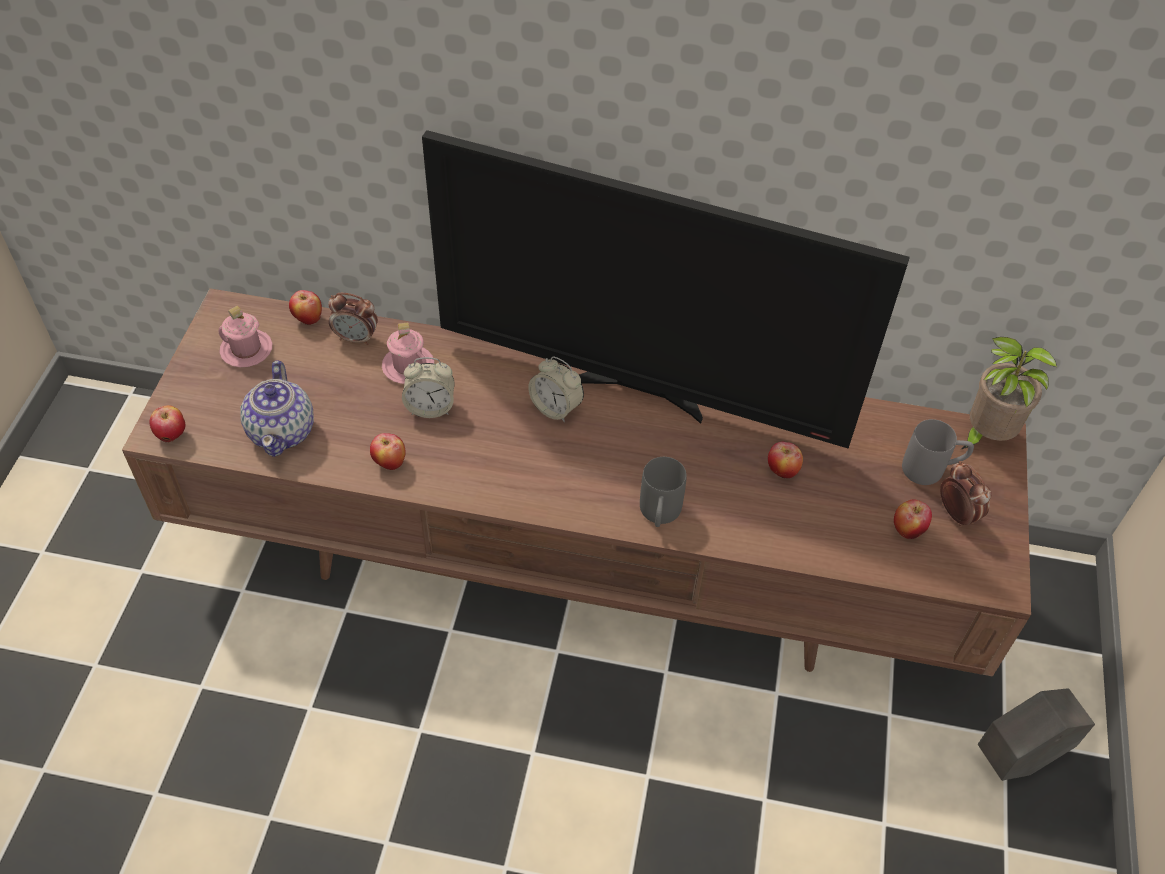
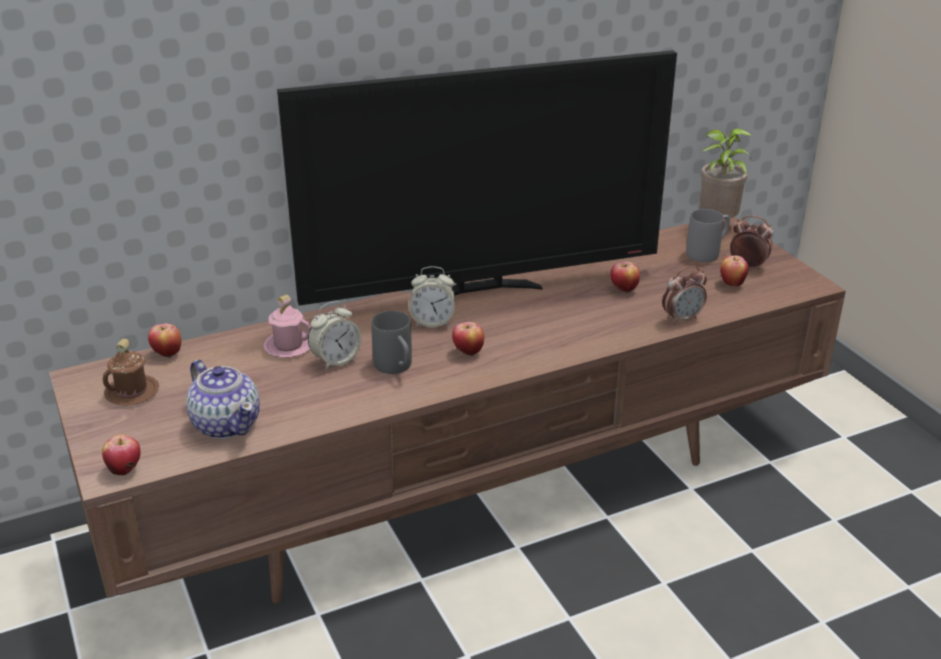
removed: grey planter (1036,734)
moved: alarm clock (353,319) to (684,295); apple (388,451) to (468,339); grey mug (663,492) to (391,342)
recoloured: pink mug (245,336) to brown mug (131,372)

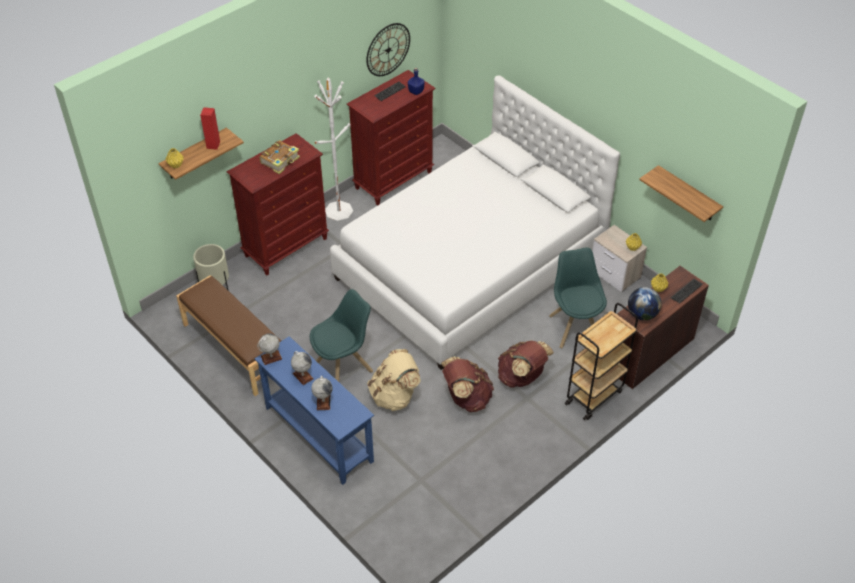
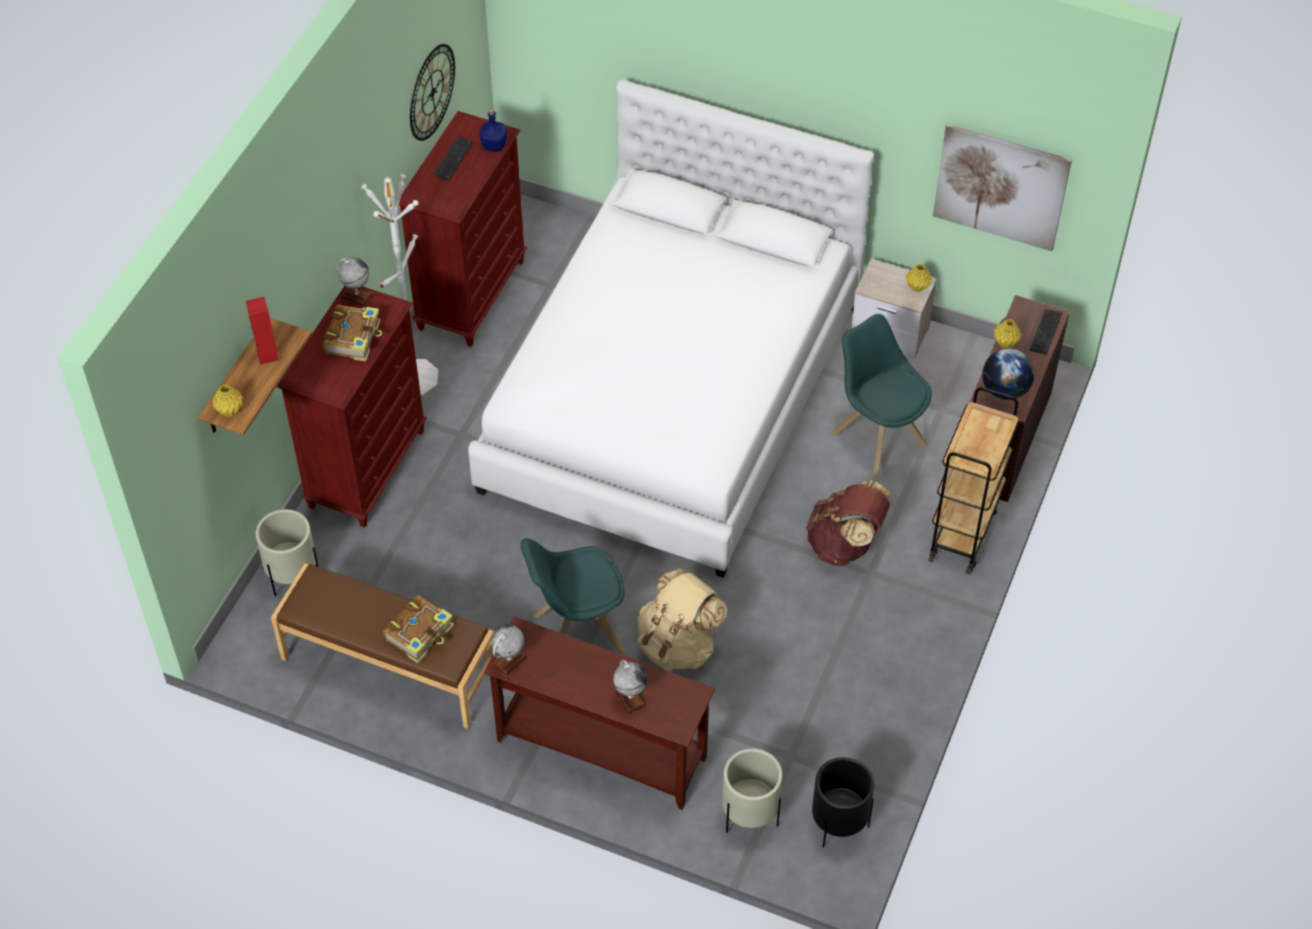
removed: brown backpack (467,384)
added: book (418,629); beige planter (752,790); black planter (843,802)
moved: globe (302,368) to (355,282)
replaced: shelf (681,193) to picture (1002,187)
recoloured: blue console table (314,410) to brown console table (599,713)
turned: turquoise chair (341,335) = (572,596) 135 degrees counterclockwise

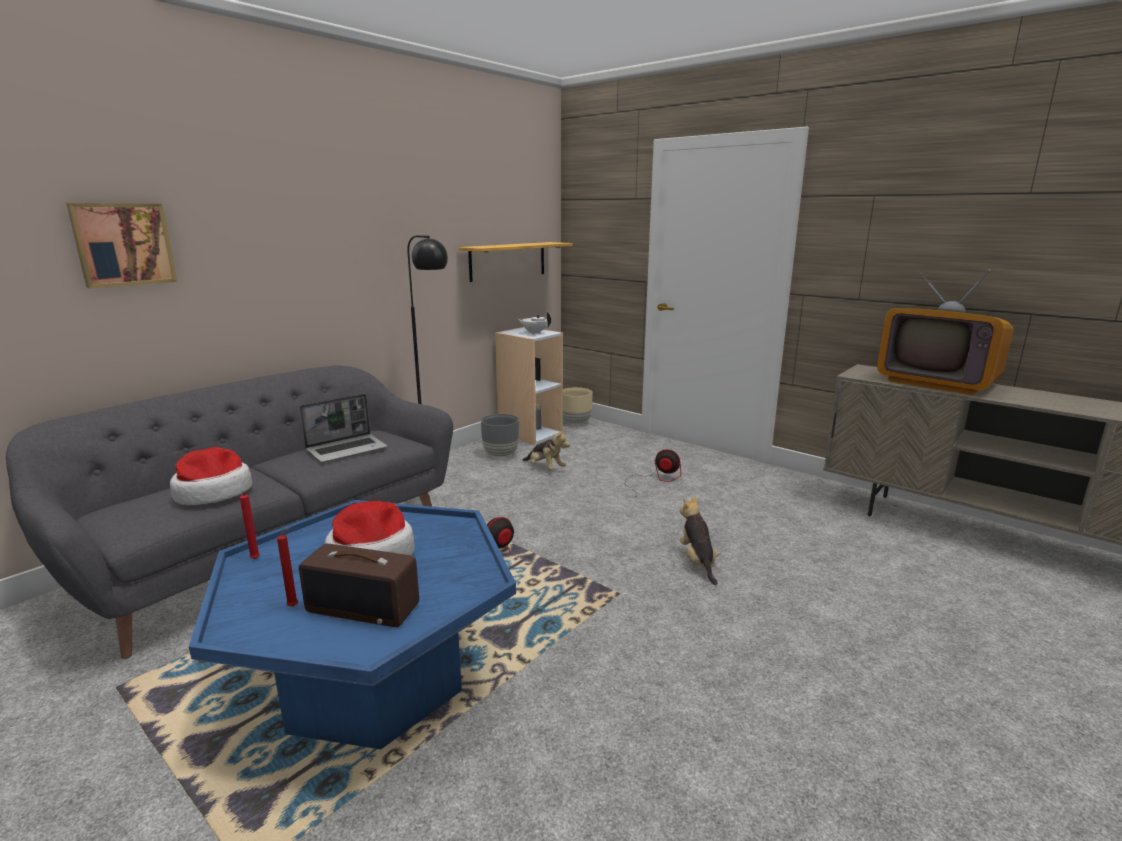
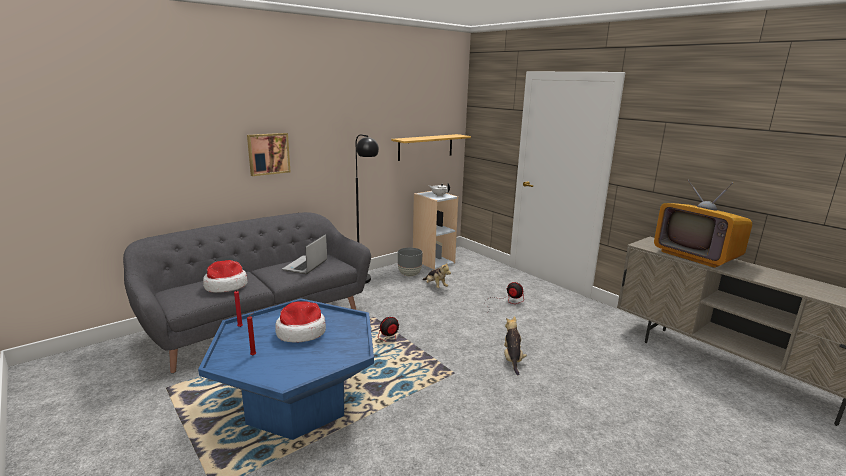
removed: radio (359,585); beige planter (578,406)
moved: picture (121,245) to (269,154)
turned: laptop (344,428) = (304,254) 135 degrees clockwise

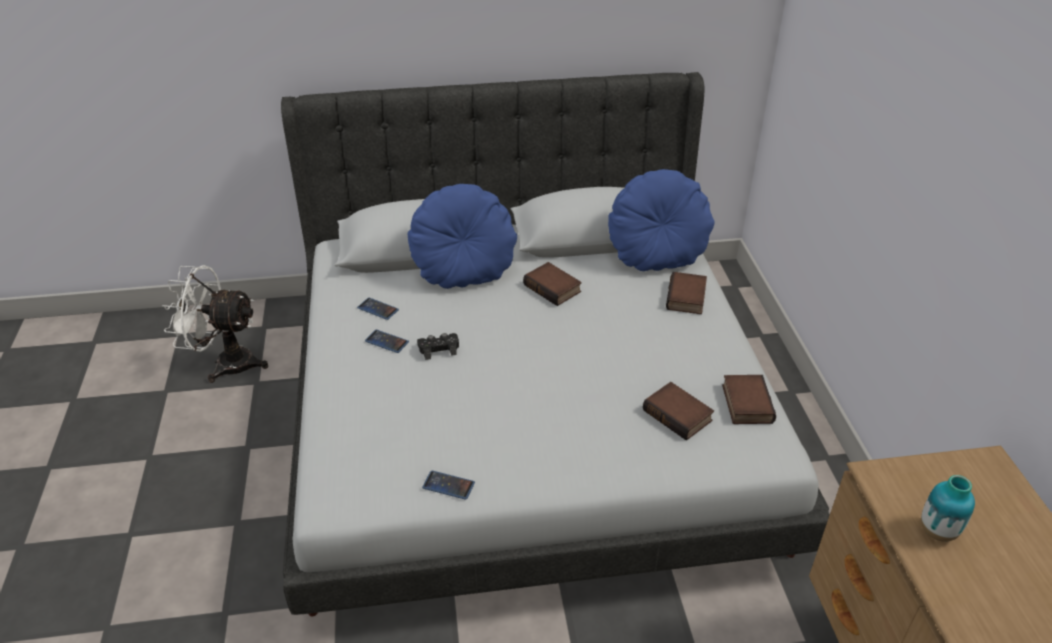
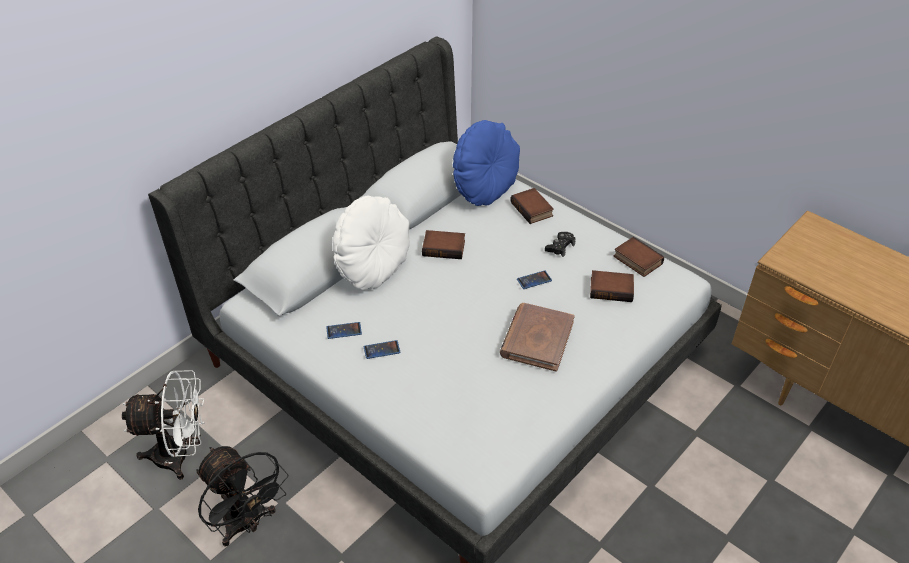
removed: vase (948,508)
added: black fan (242,496); brown book (537,337)
moved: black game controller (438,346) to (560,244); phone (448,485) to (534,279)
recoloured: blue pillow (462,236) to white pillow (371,243)
turned: white fan (215,324) = (163,425) 150 degrees counterclockwise

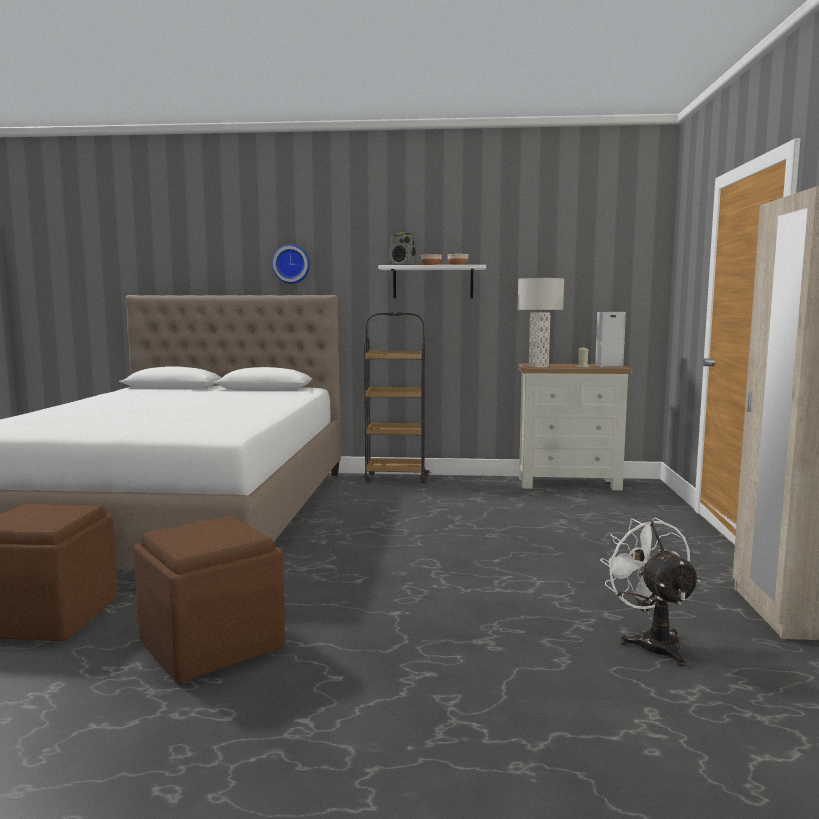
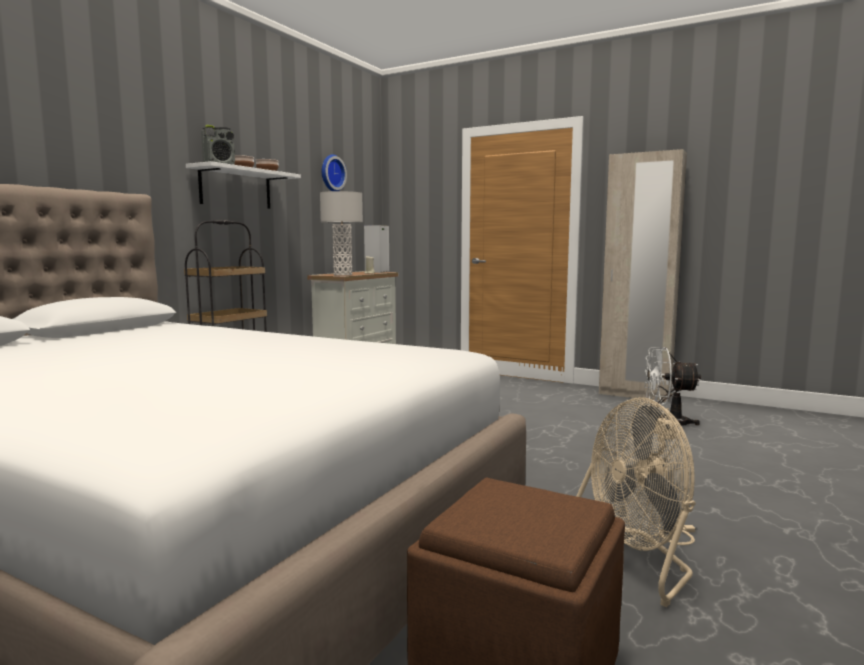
moved: wall clock (291,264) to (334,172)
replaced: brown ottoman (209,599) to beige fan (636,502)

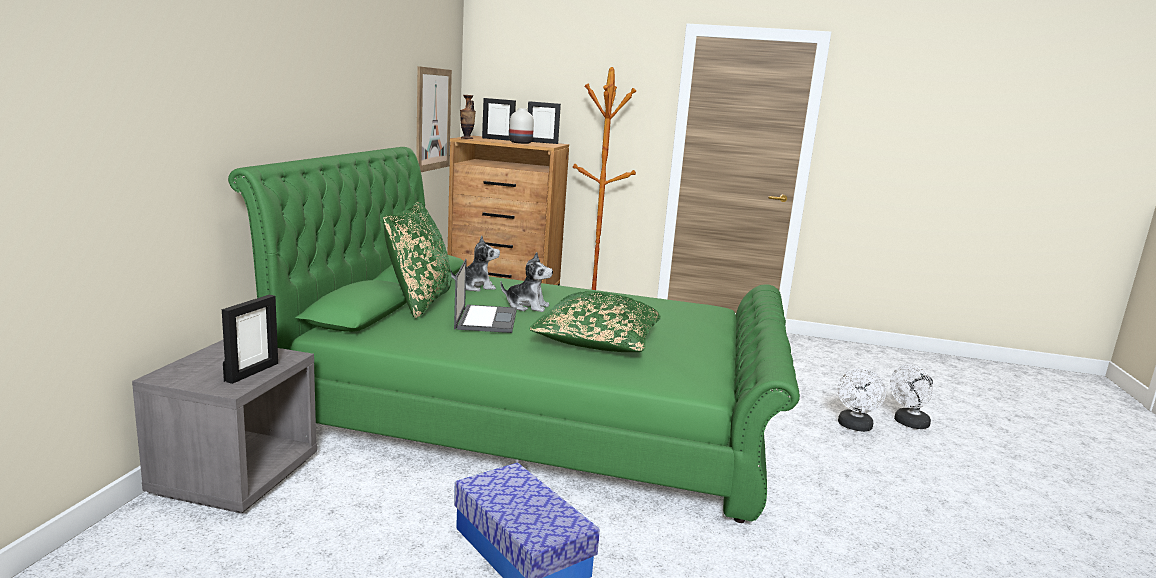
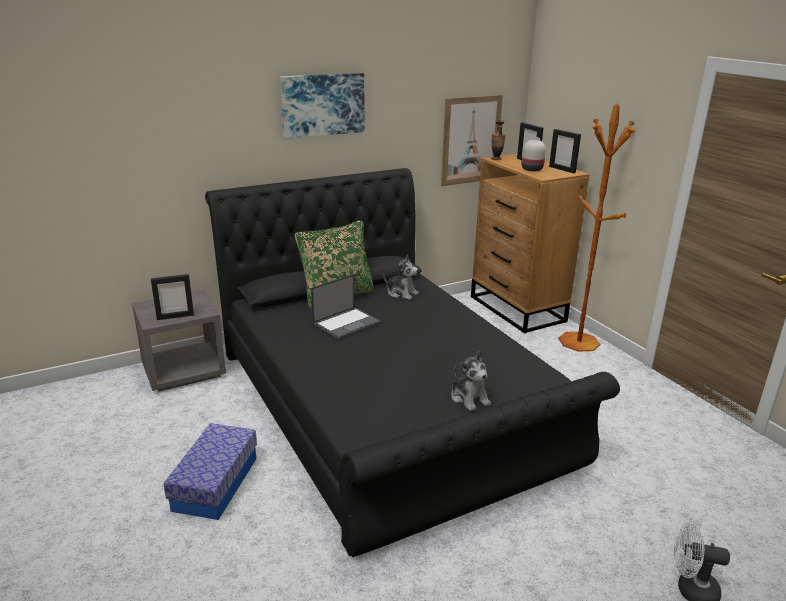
removed: green pillow (594,321); white fan (861,400)
added: picture (322,106)
moved: plush toy (526,282) to (471,381)
recoloured: green bed (514,335) to black bed (412,362)

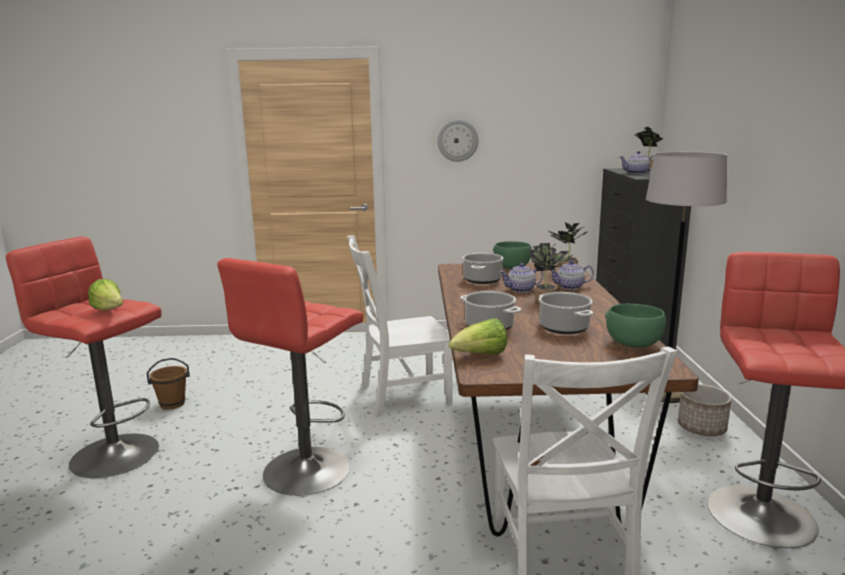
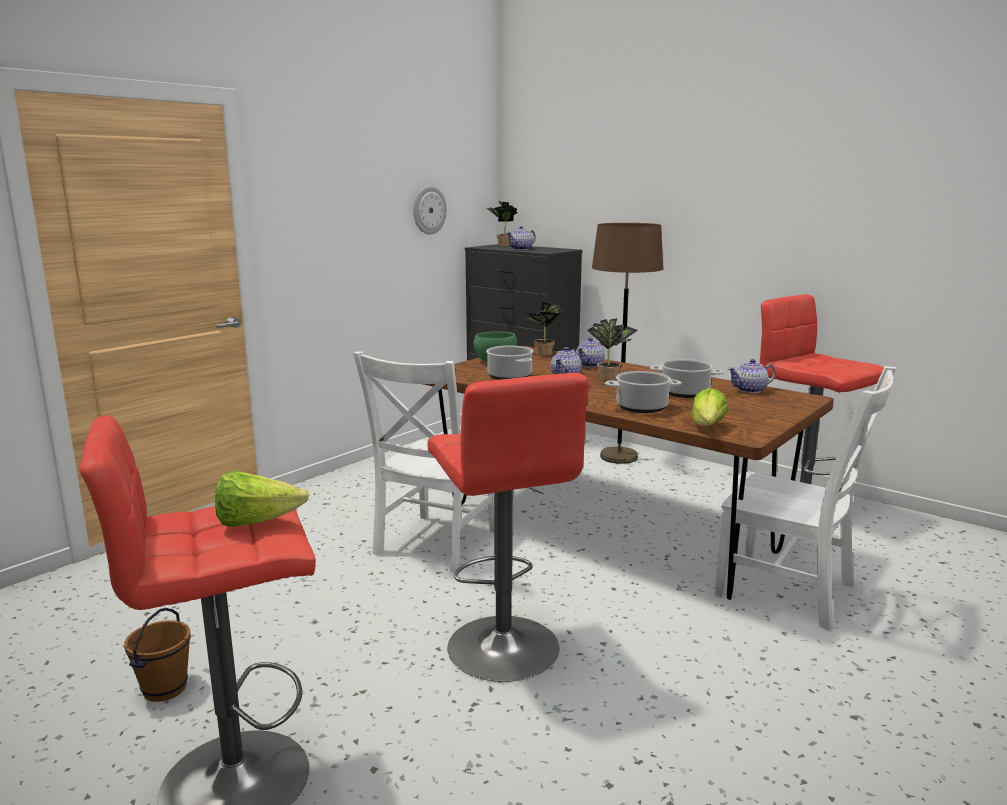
removed: planter (705,410)
moved: wall clock (457,141) to (430,210)
replaced: green bowl (635,326) to teapot (752,376)
recoloured: grey floor lamp (686,277) to brown floor lamp (627,343)

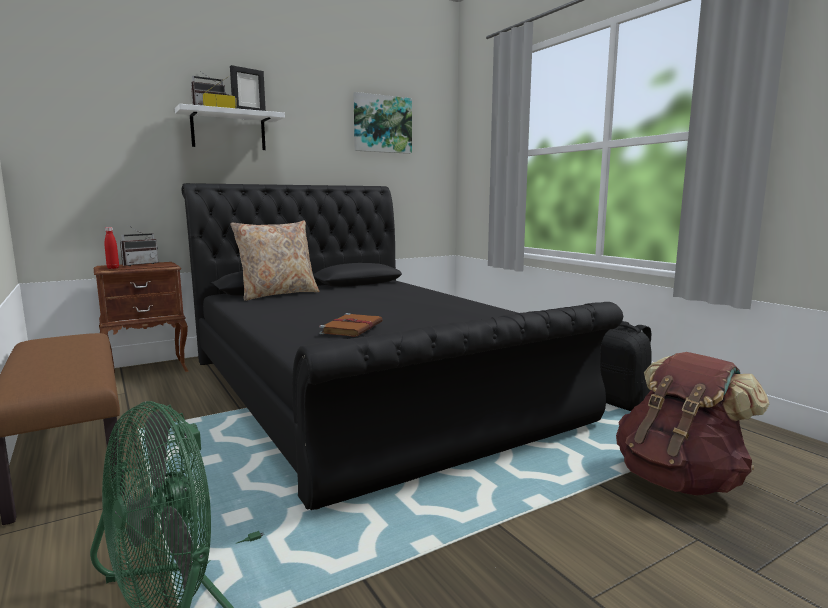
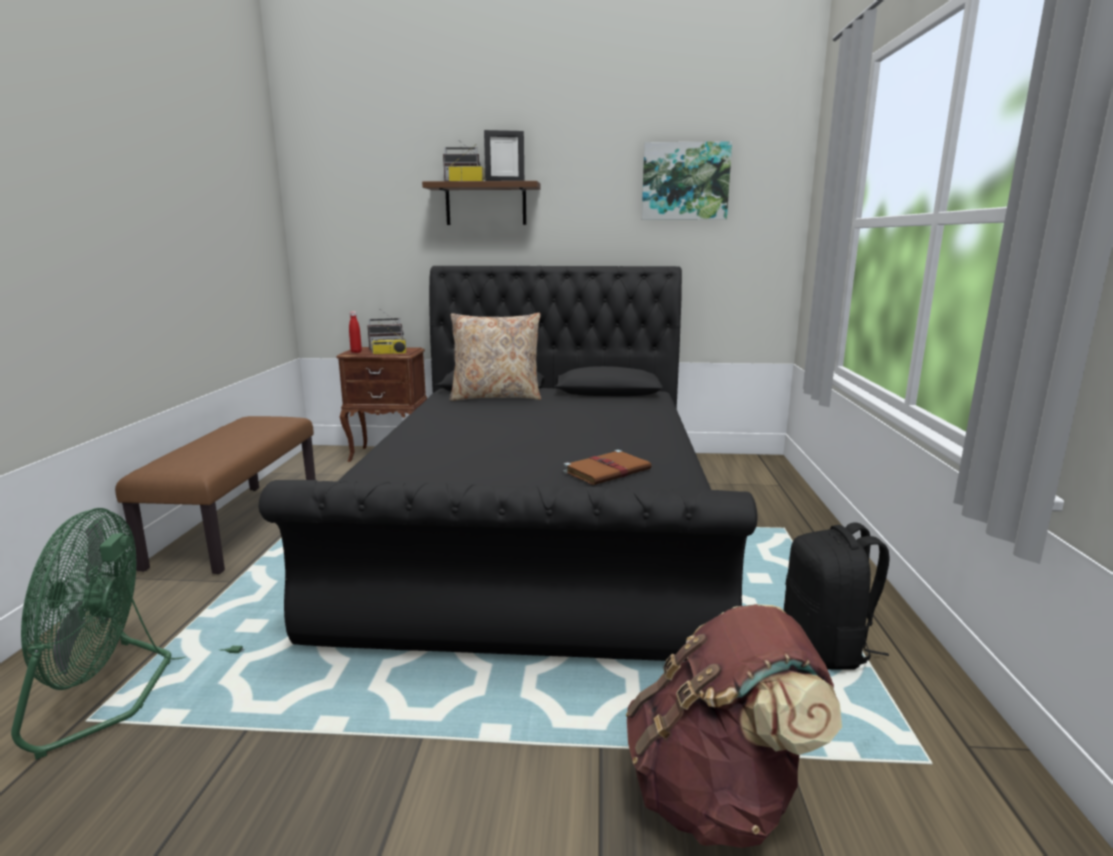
added: radio (388,337)
moved: brown book (351,325) to (607,467)
recoloured: white shelf (230,127) to brown shelf (481,203)

